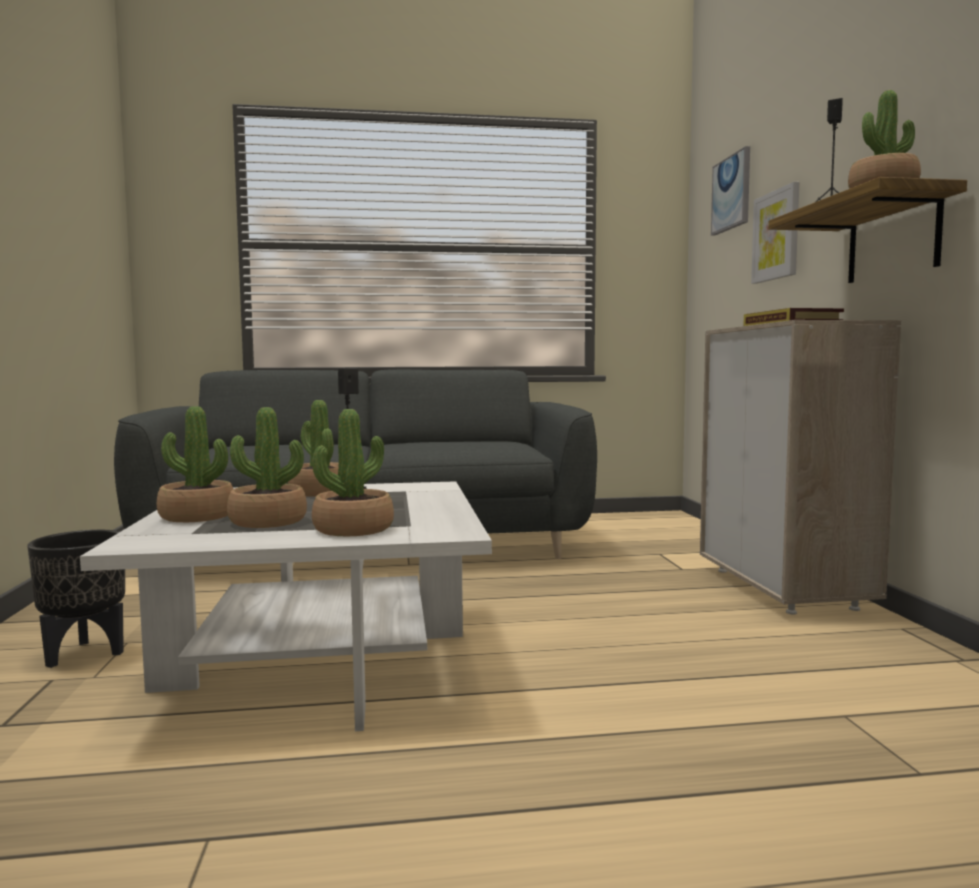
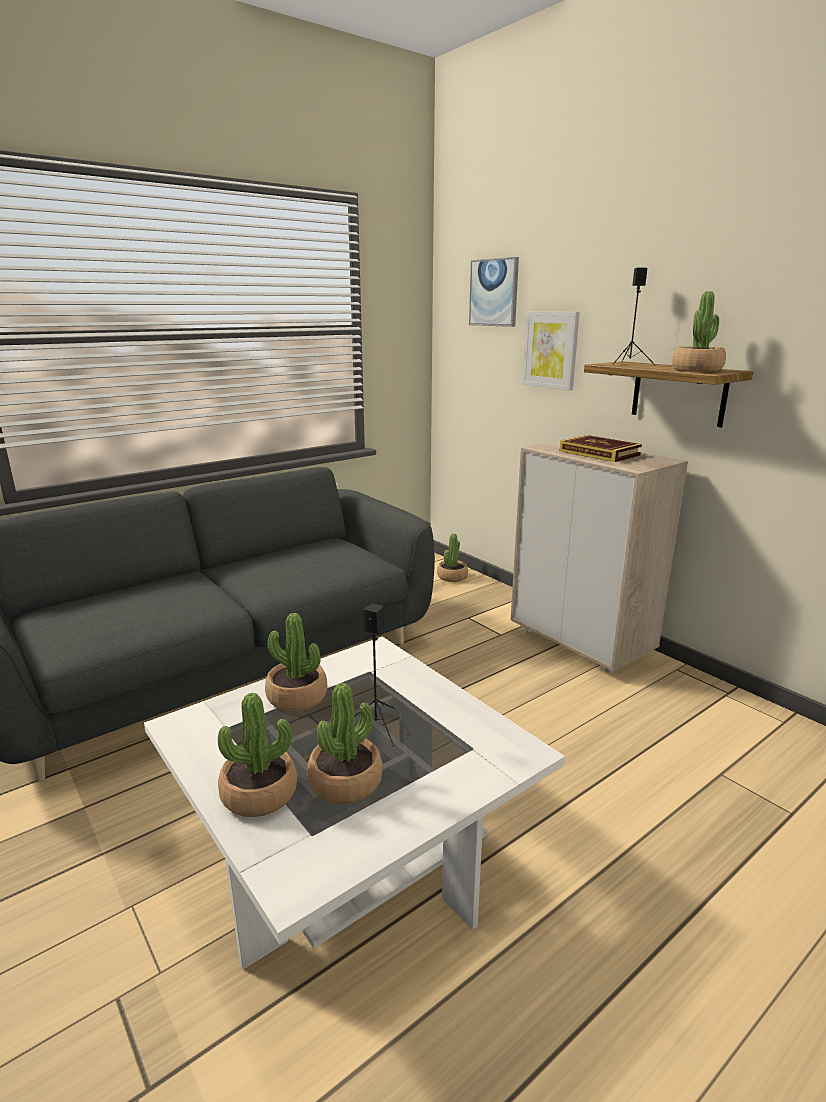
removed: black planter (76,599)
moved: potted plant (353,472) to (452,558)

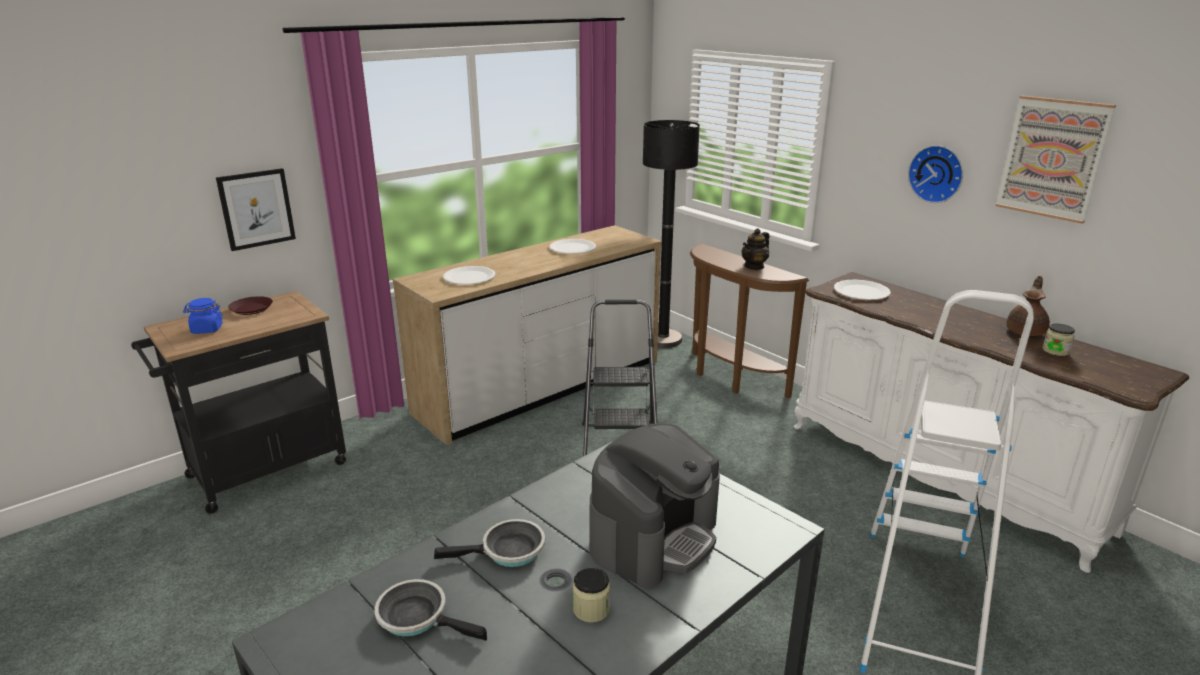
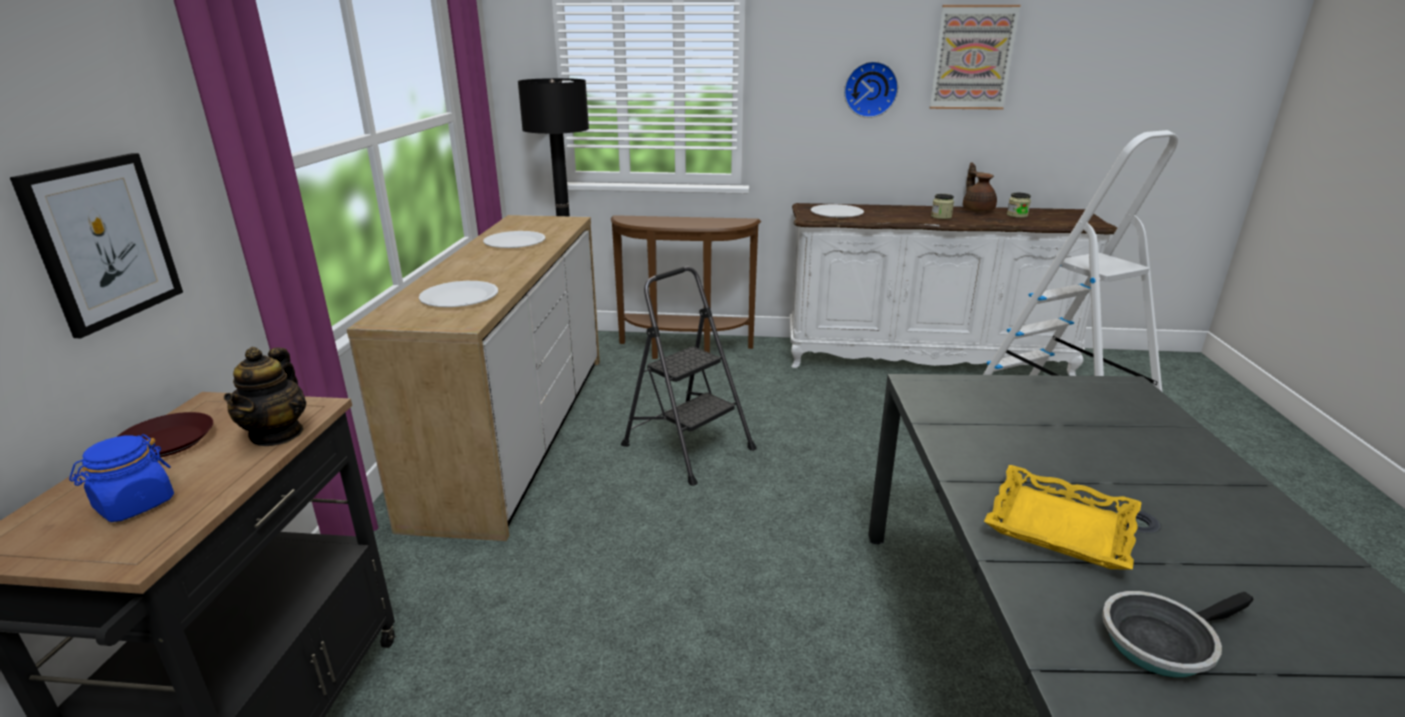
removed: coffee machine (654,505)
moved: jar (591,595) to (942,206); teapot (755,249) to (265,396)
replaced: frying pan (489,543) to yellow tray (1063,517)

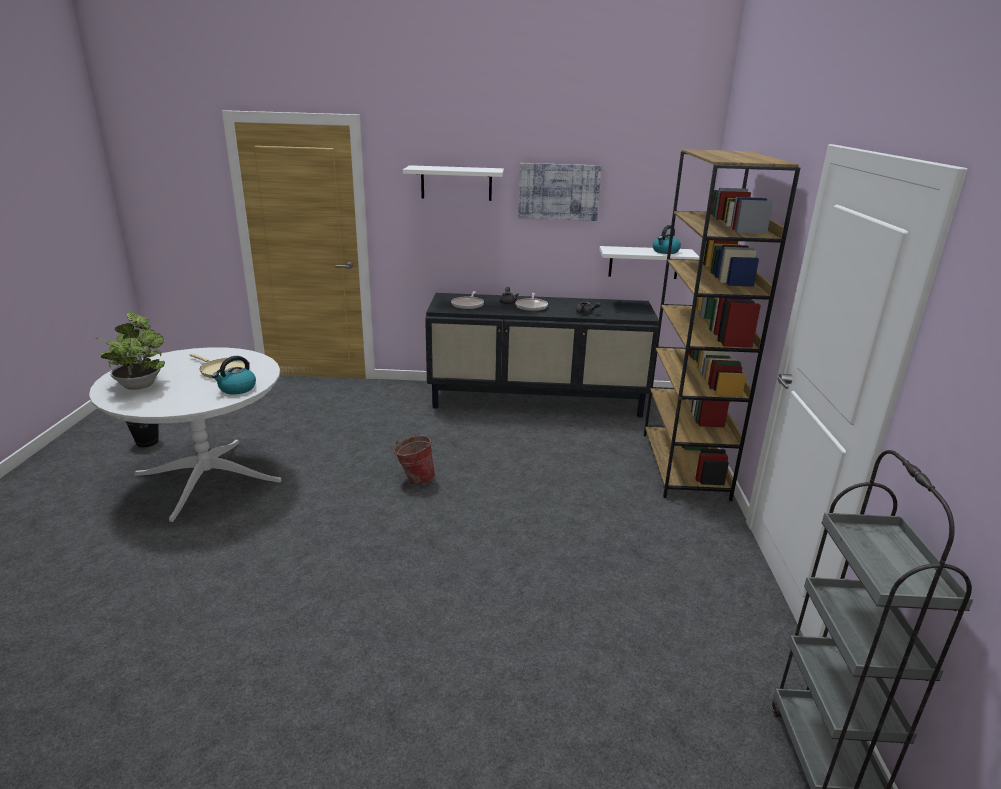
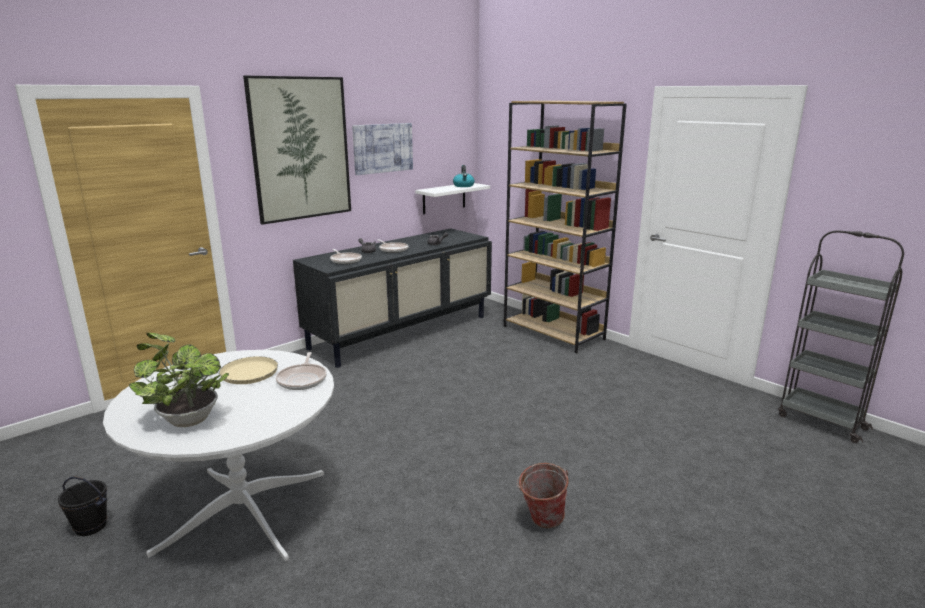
moved: bucket (414,460) to (542,495)
replaced: kettle (234,375) to frying pan (301,371); white shelf (453,183) to picture (297,150)

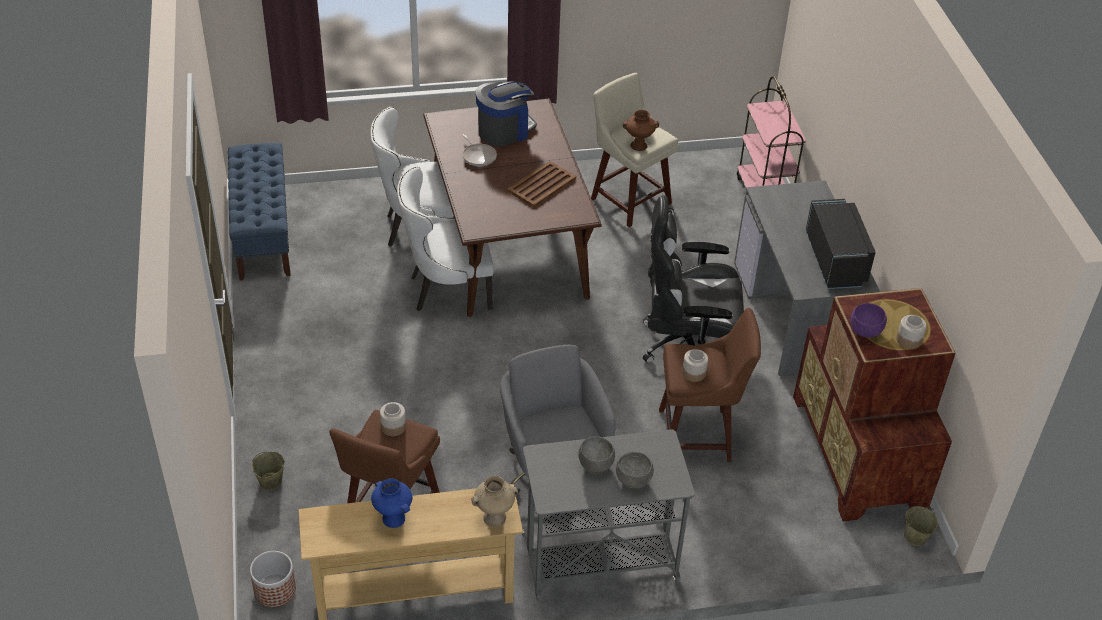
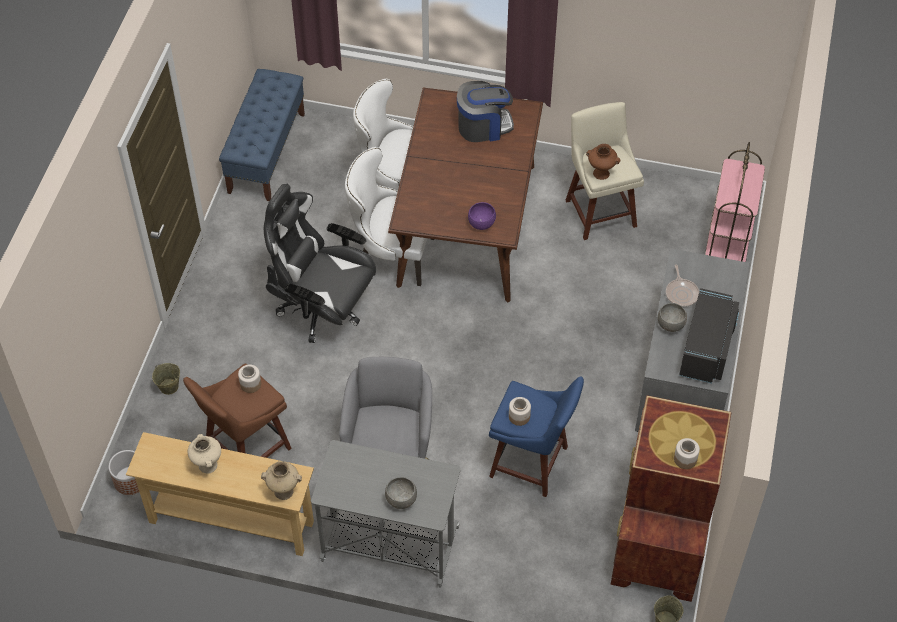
removed: brown tray (541,184)
moved: frying pan (480,150) to (682,285); grey bowl (596,455) to (672,317); black office chair (693,279) to (320,263); purple bowl (869,320) to (482,216)
recoloured: blue vase (392,503) to beige vase (204,454); brown stool (710,385) to blue stool (536,436)

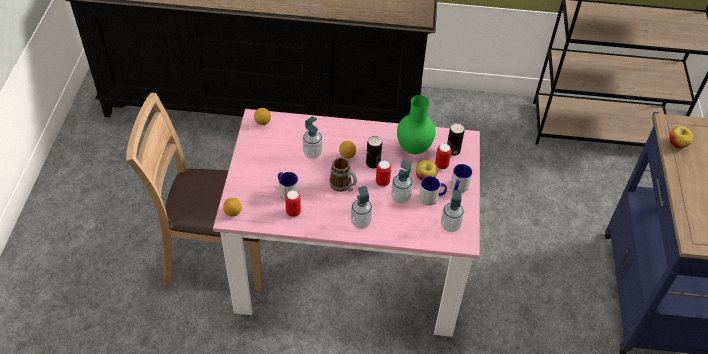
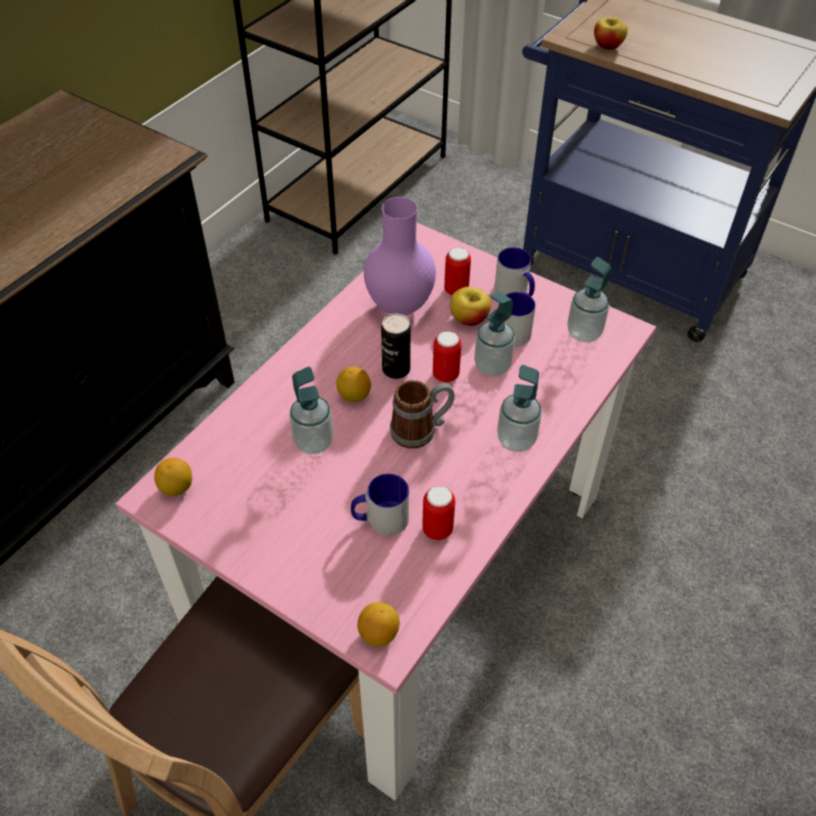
removed: can (455,139)
recoloured: green vase (416,124) to purple vase (400,256)

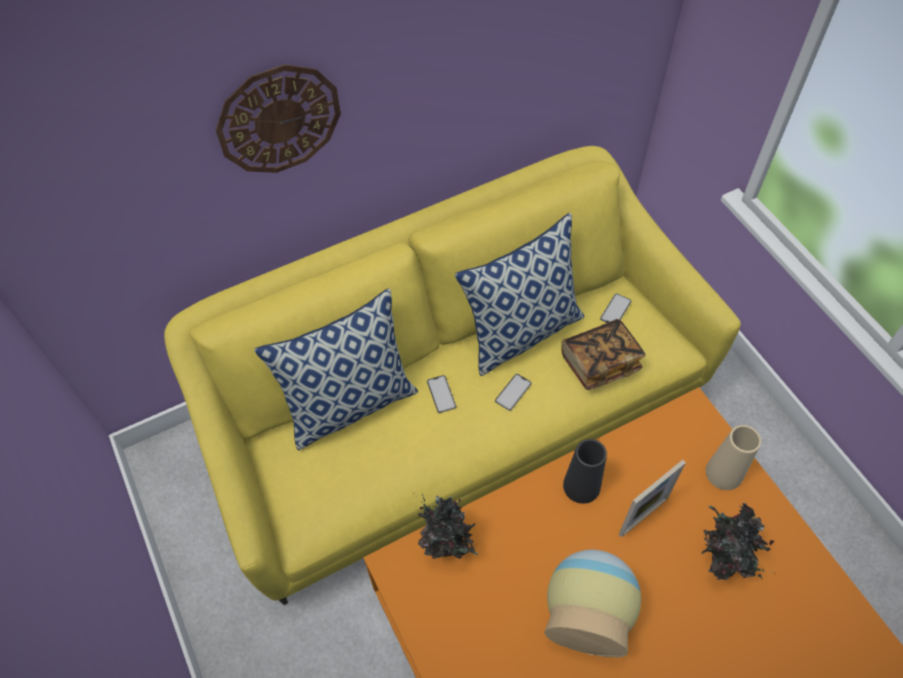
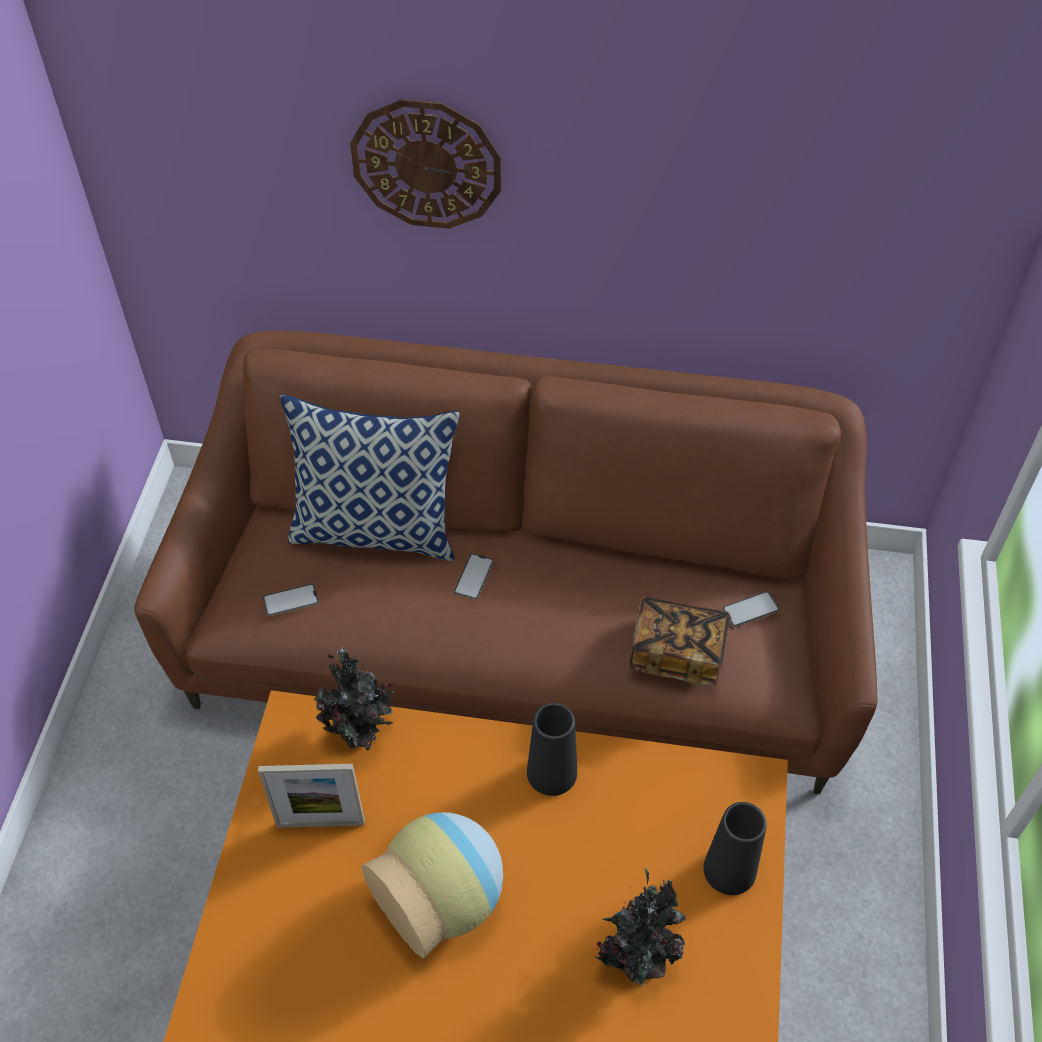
removed: pillow (519,294)
moved: phone (513,392) to (291,599); picture frame (652,498) to (311,796)
recoloured: yellow sofa (452,375) to brown sofa (505,562); beige vase (733,457) to black vase (735,848)

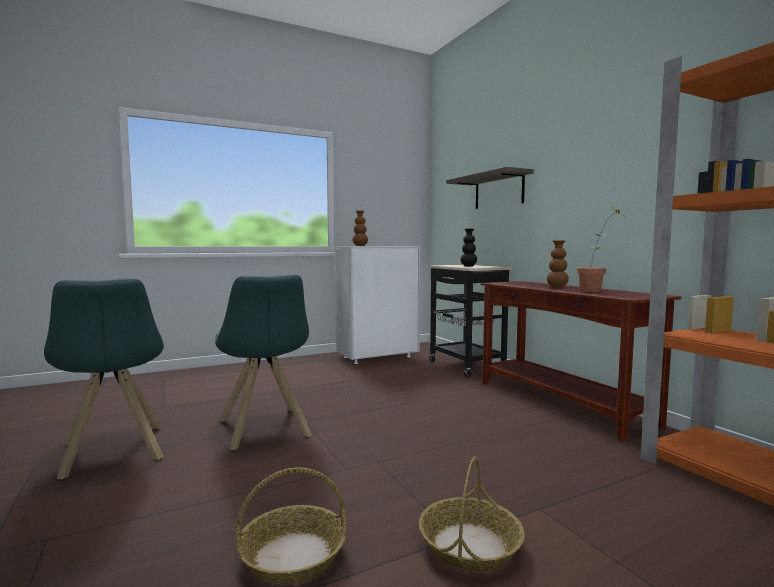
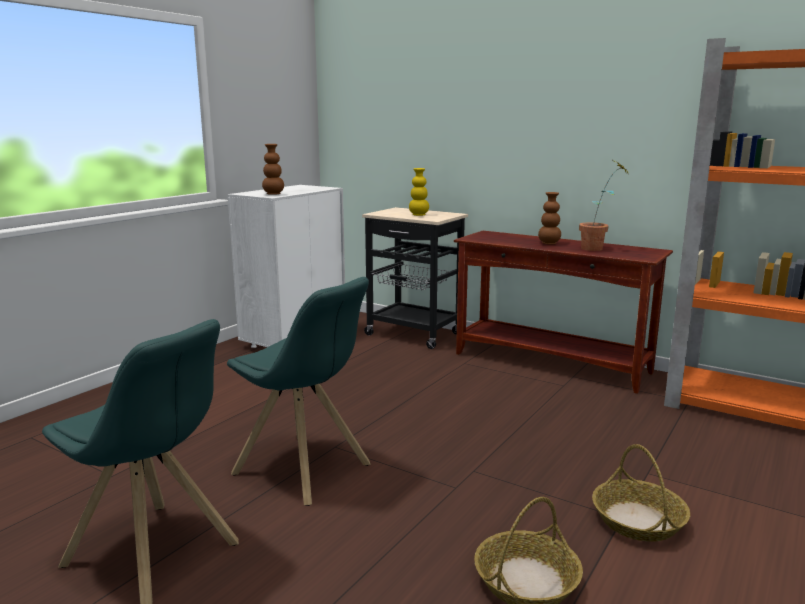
removed: shelf (490,188)
recoloured: black vase (469,247) to yellow vase (419,192)

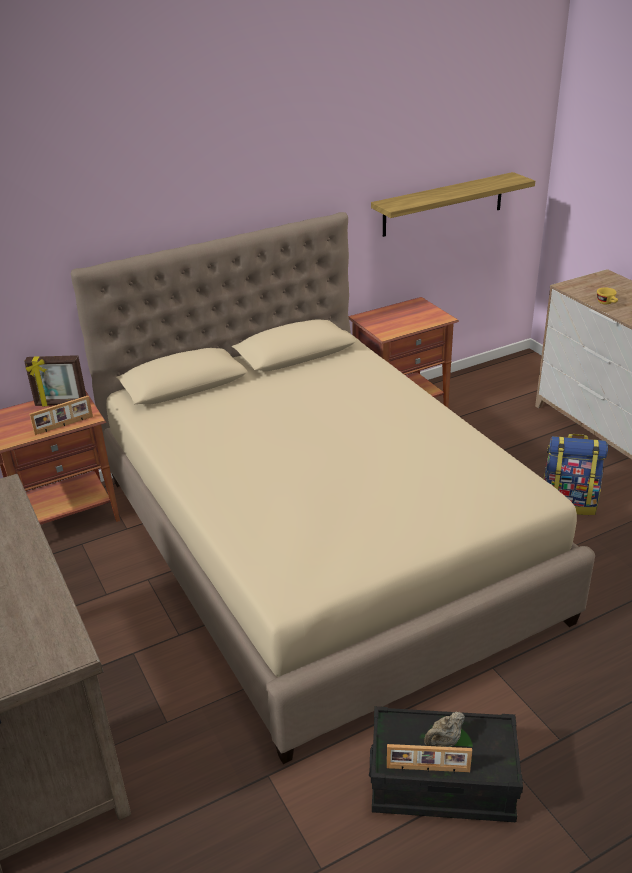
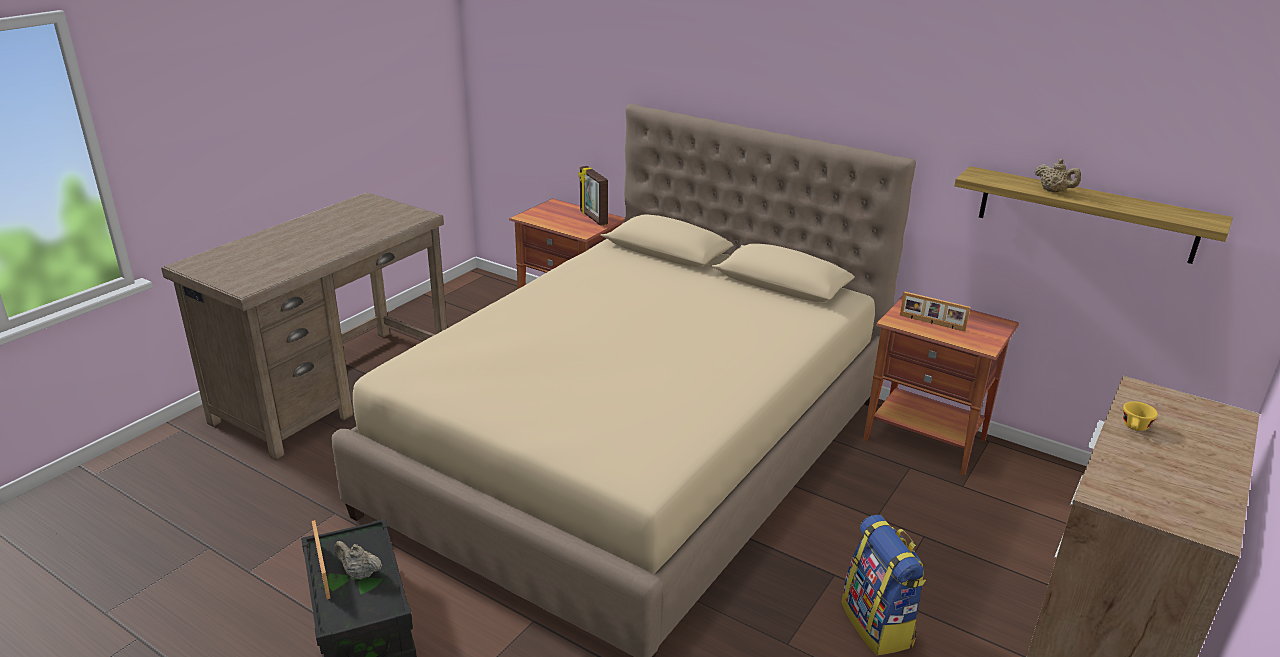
added: beige teapot (1058,175)
moved: picture frame (61,415) to (935,311)

